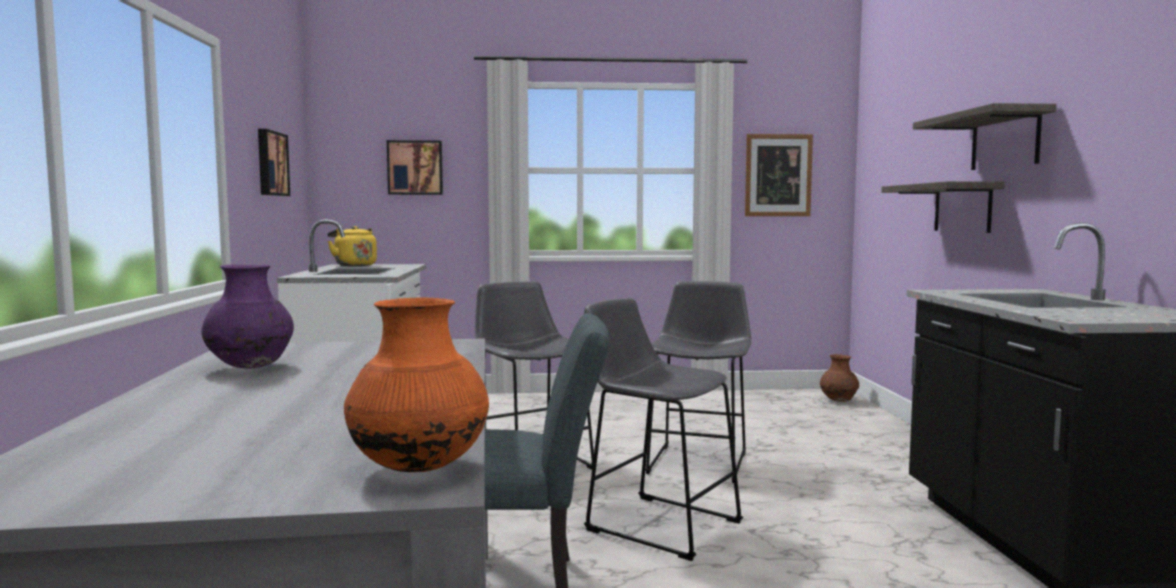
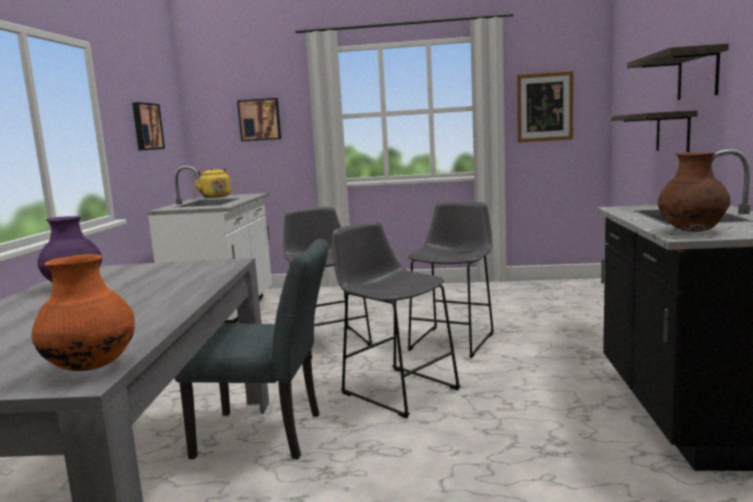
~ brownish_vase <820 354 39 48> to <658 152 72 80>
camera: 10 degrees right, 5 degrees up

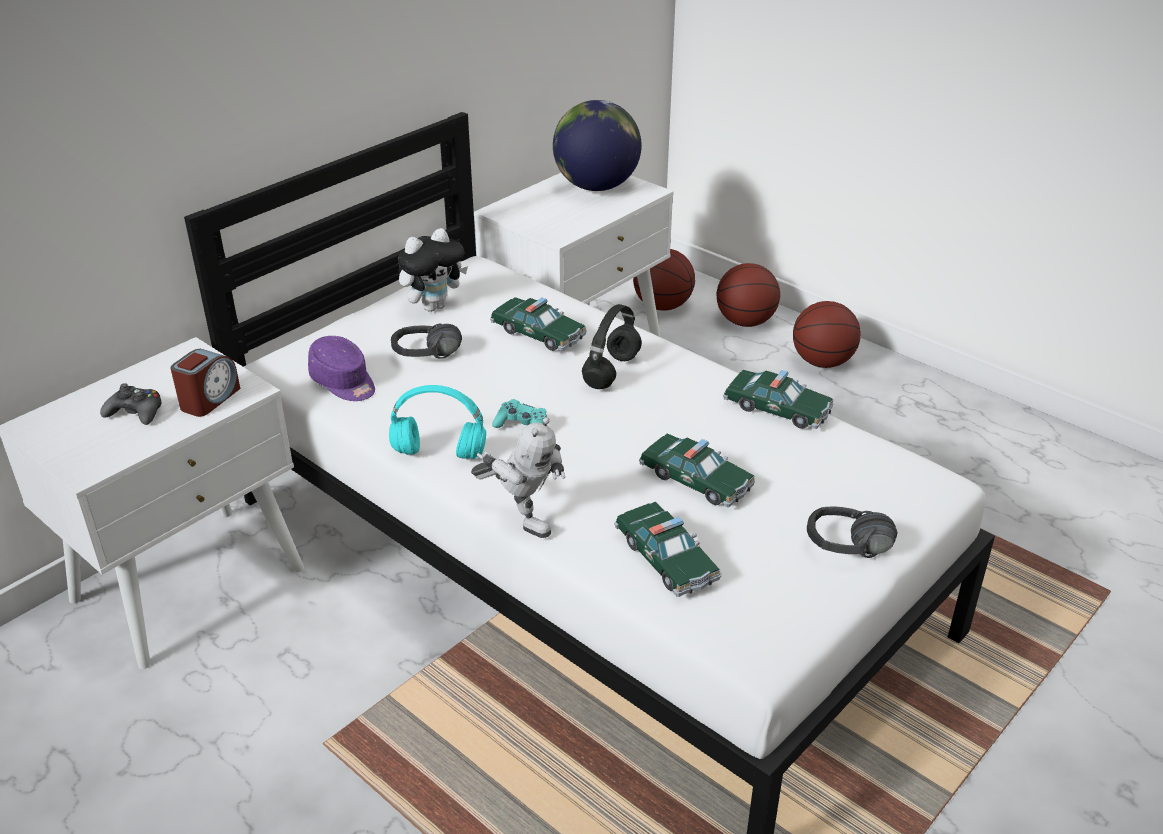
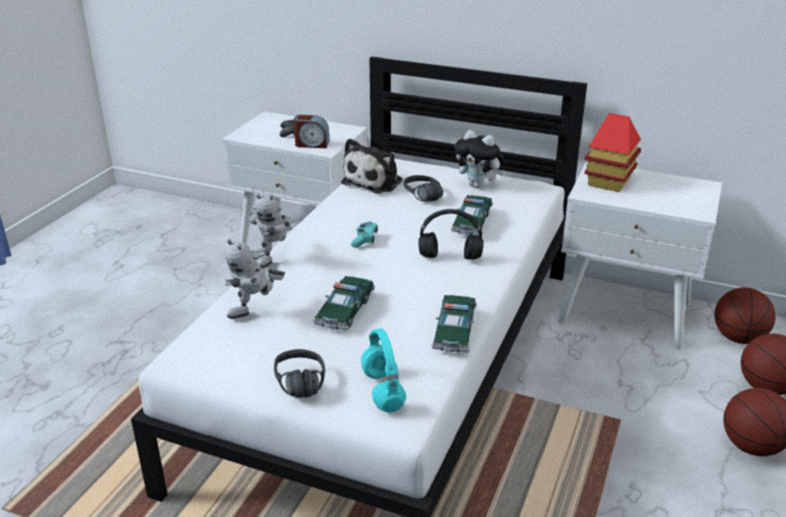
~ model_car <614 502 108 95> to model_robot <225 239 60 80>
~ purple-coloured_baseball_cap <308 336 67 65> to soft_toy <341 138 62 55>
~ blue-green_headset <389 385 97 74> to <361 329 45 84>
+ toy_house <584 113 57 79>
- world_globe <553 100 89 91>
camera: 70 degrees right, 5 degrees down

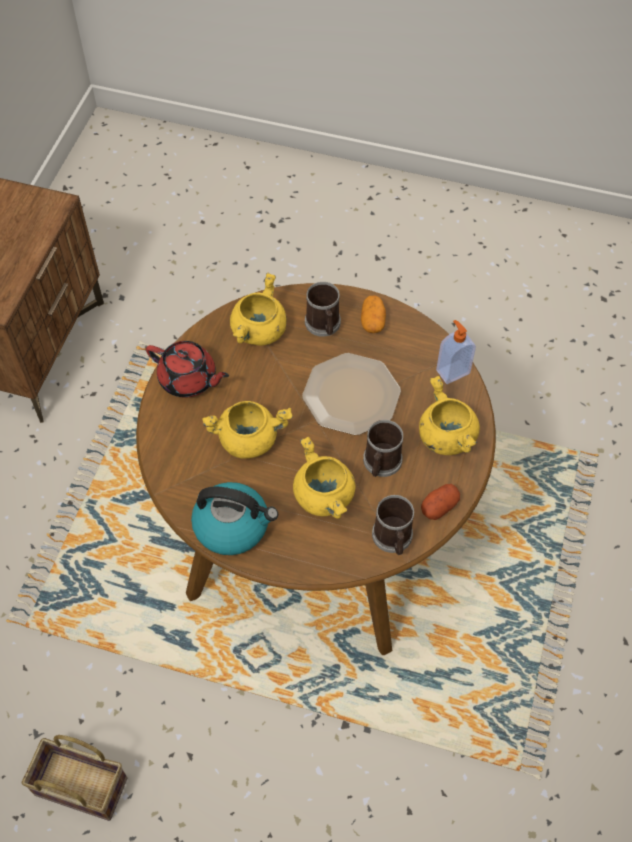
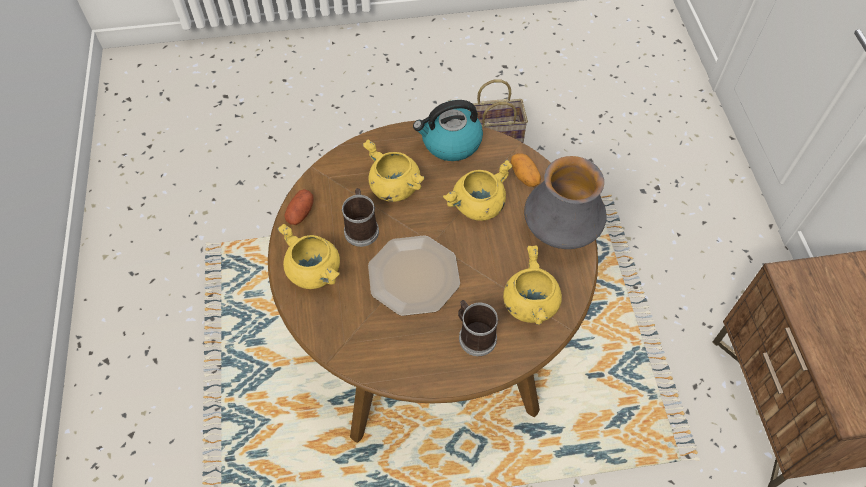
~ potato <361 296 25 37> to <511 154 30 33>
~ red-coloured_teapot <146 341 83 57> to vase <524 156 83 93>
- mug <372 495 42 60>
- soap_bottle <436 320 40 64>
camera: 155 degrees right, 0 degrees up

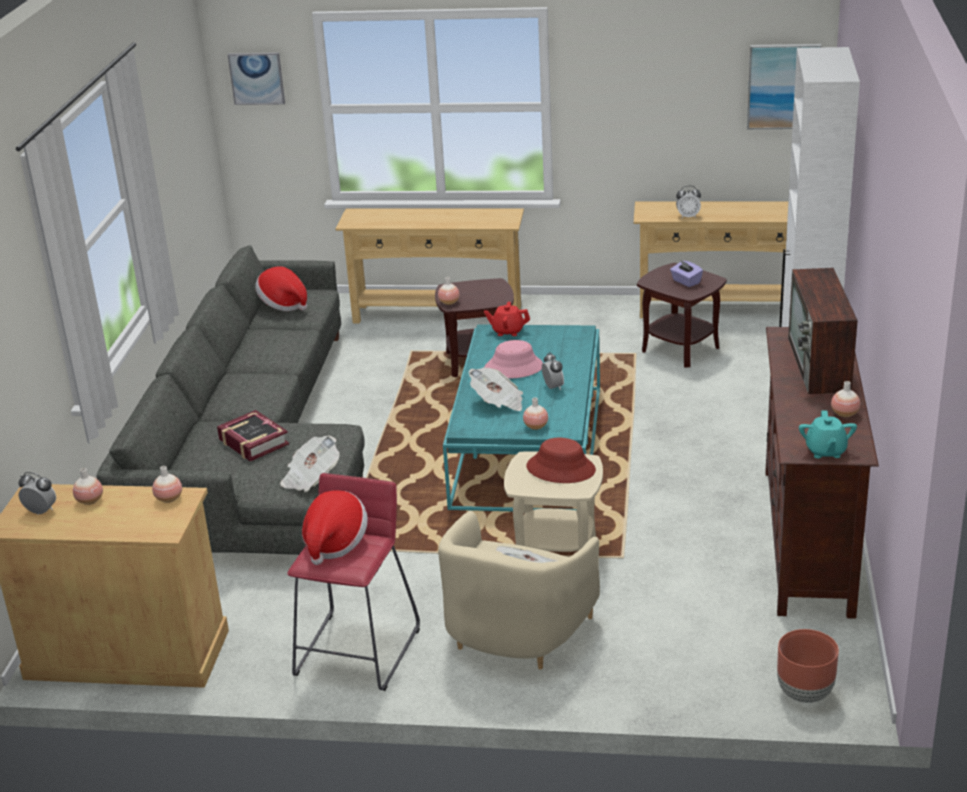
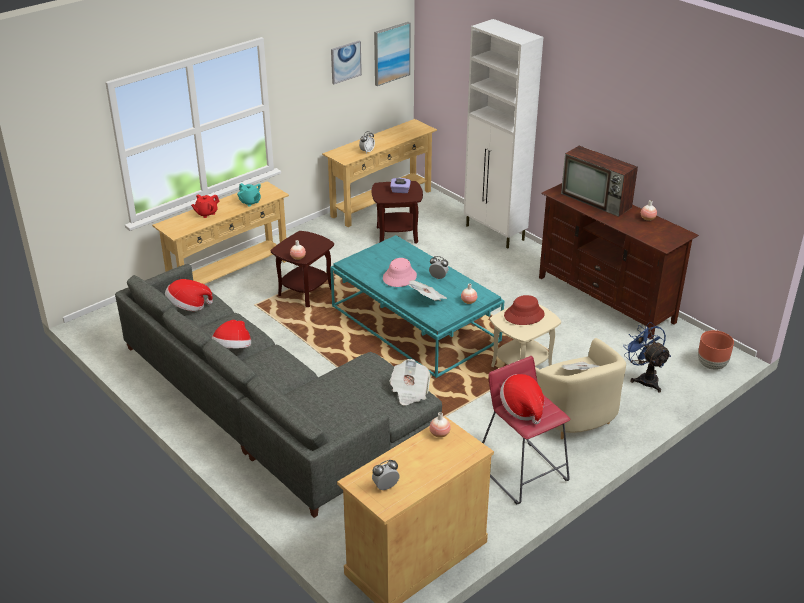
~ red-coloured_teapot <484 302 46 34> to <191 194 28 24>
+ wearable_hat <212 320 39 28>
~ blue-green_teapot <799 411 58 47> to <237 183 24 23>
~ wall_art <228 53 57 52> to <331 41 31 43>
+ blue_cooling_fan <623 322 48 70>
- vase <73 468 30 37>
- volume <217 410 72 51>
camera: 50 degrees left, 5 degrees up

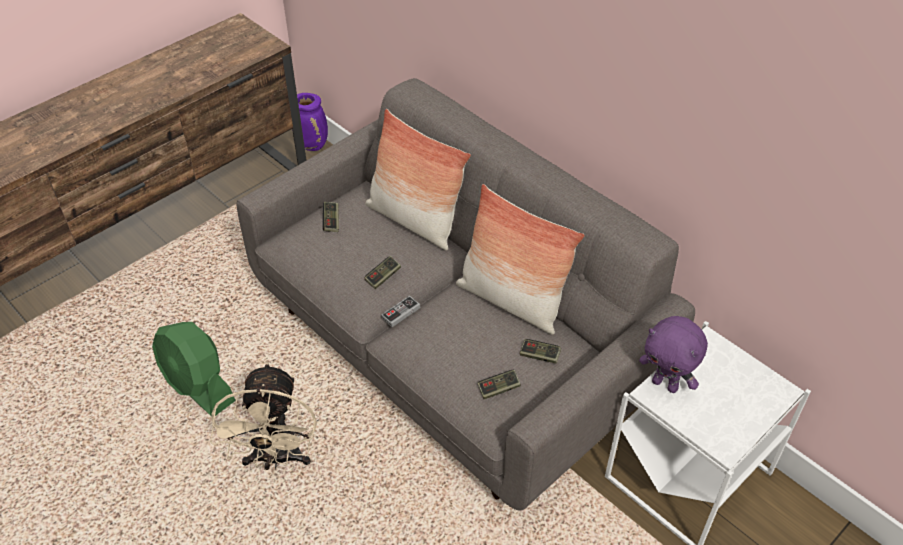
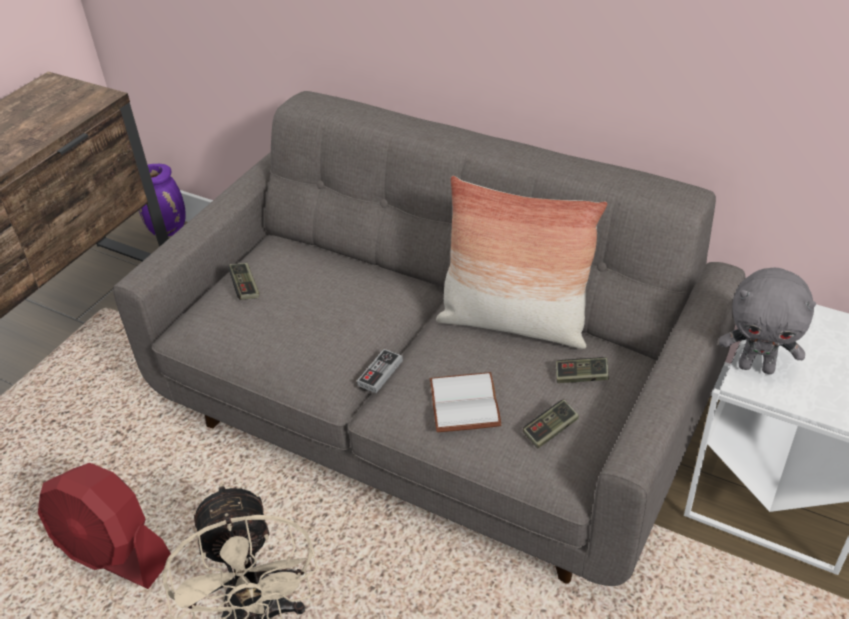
~ greenish_cooling_fan <152 322 84 95> to red-coloured_cooling_fan <38 463 133 126>
+ white-coloured_volume <430 372 72 60>
~ purple-coloured_soft_toy <639 316 69 77> to grey_soft_toy <719 268 97 106>
- cushion <365 109 106 141>
- joypad <365 256 36 33>
camera: 15 degrees left, 5 degrees down

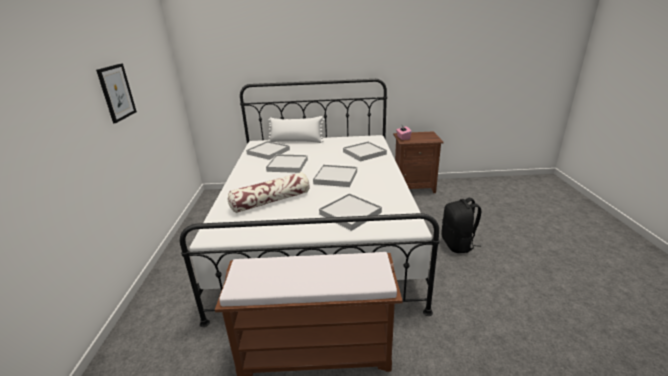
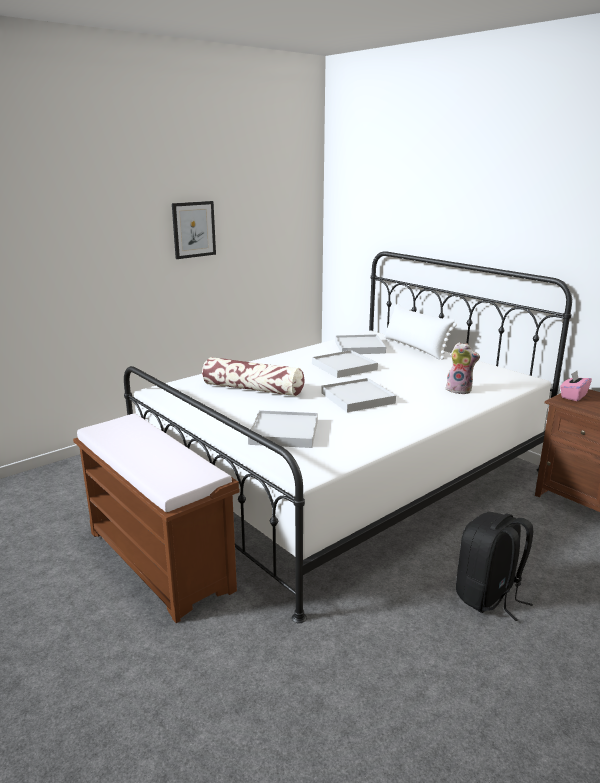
~ white-coloured_serving_tray <343 142 44 20> to soft_toy <446 342 34 52>
camera: 50 degrees right, 5 degrees down

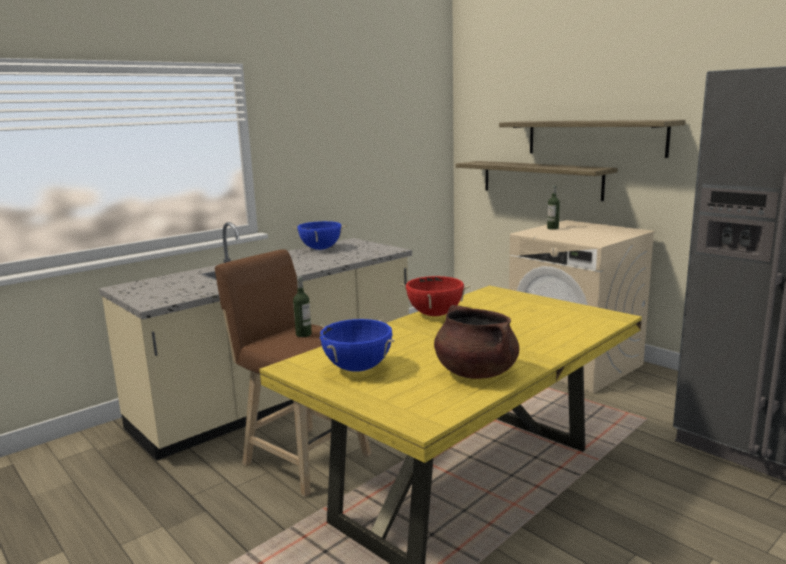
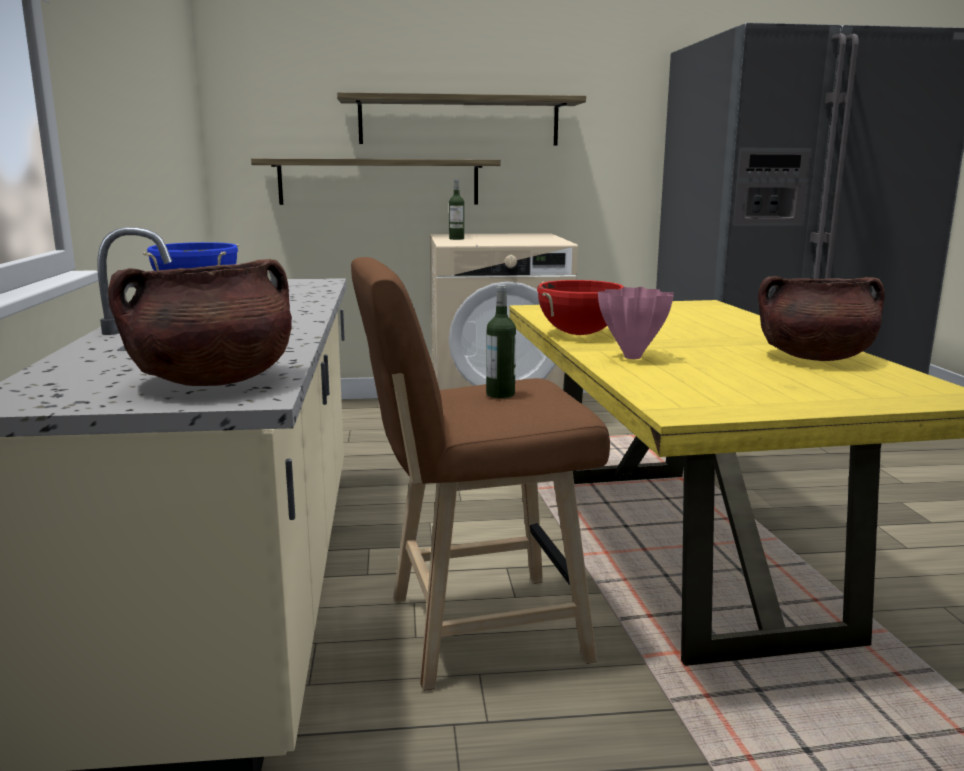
+ brownish_stockpot <108 259 184 127>
+ pinkish_vase <598 287 76 72>
- blue_stockpot <320 319 75 53>
camera: 55 degrees left, 0 degrees up

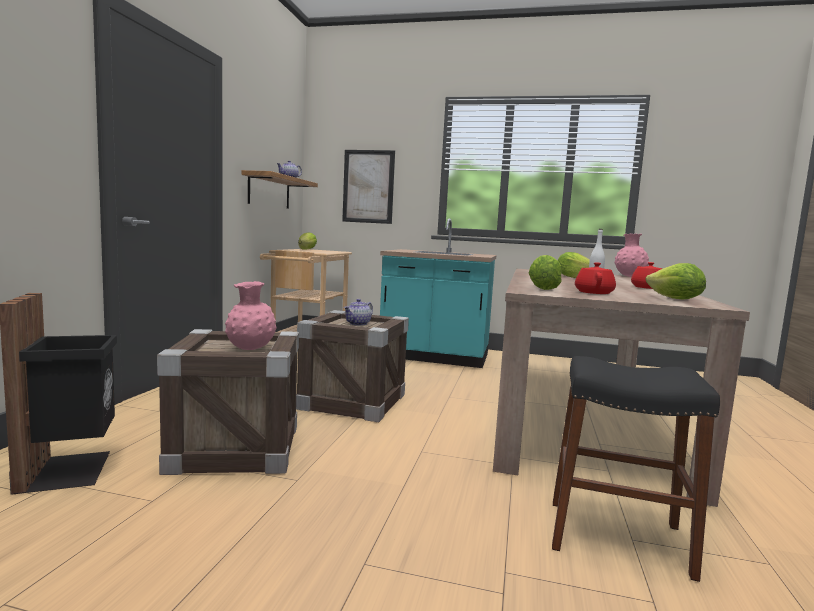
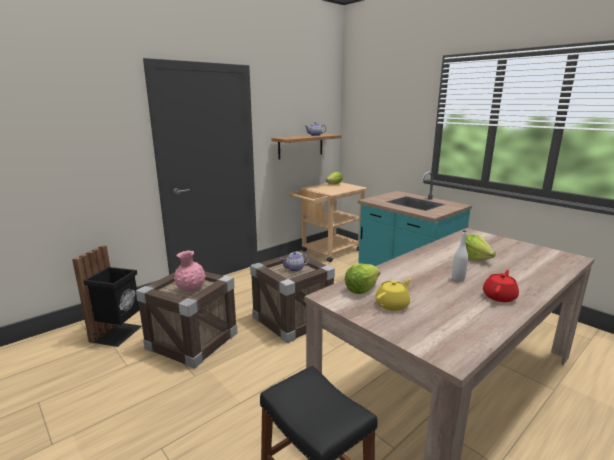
~ red-coloured_teapot <575 262 41 32> to yellowish_teapot <376 278 35 33>
- wall_art <342 150 53 74>
- pinkish_vase <614 234 35 43>
- lettuce <646 263 60 36>
camera: 35 degrees right, 10 degrees up

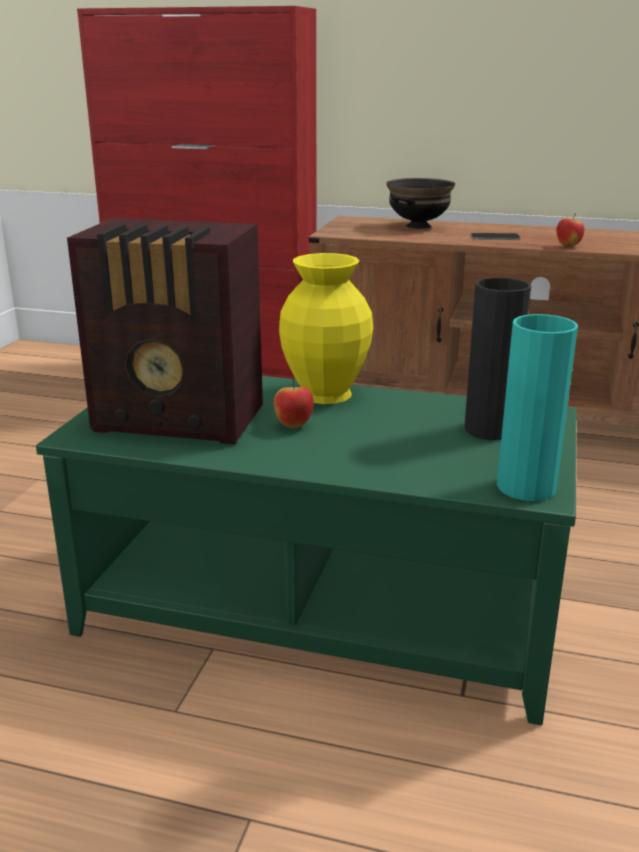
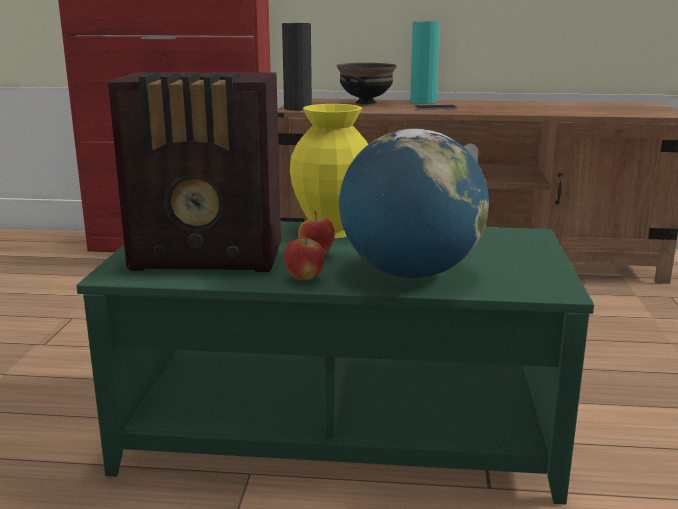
~ black-coloured_vase <464 277 67 163> to <282 23 30 88>
~ apple <556 213 28 33> to <284 233 40 47>
+ world_globe <339 129 150 149>
~ blue-green_vase <497 314 81 187> to <410 21 30 83>
camera: 10 degrees left, 5 degrees down

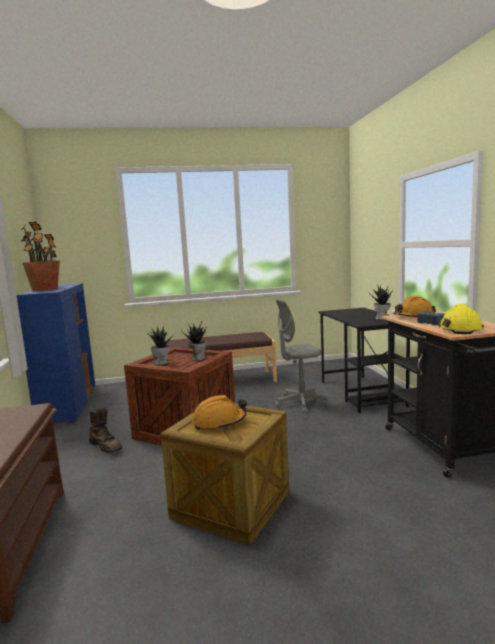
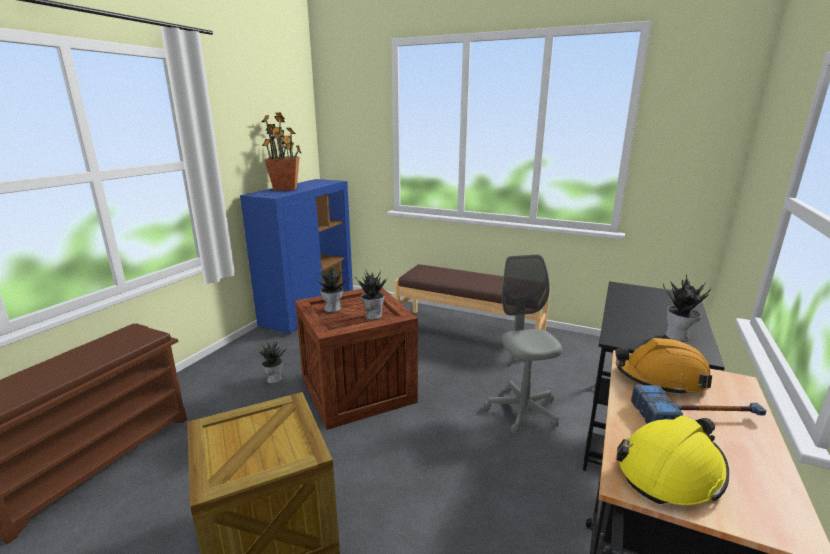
~ brownish_boot <89 408 33 45> to plant_in_a_pot <258 341 30 43>
~ grey_desk_chair <275 299 53 114> = <484 254 79 180> 60 degrees clockwise
- orange_hard_hat <192 395 55 35>
camera: 35 degrees right, 10 degrees up

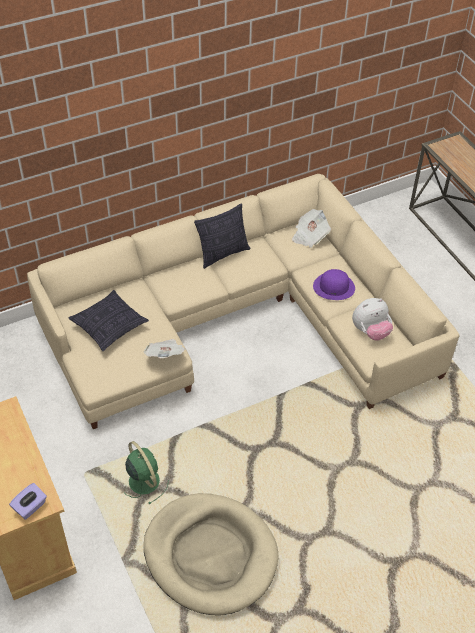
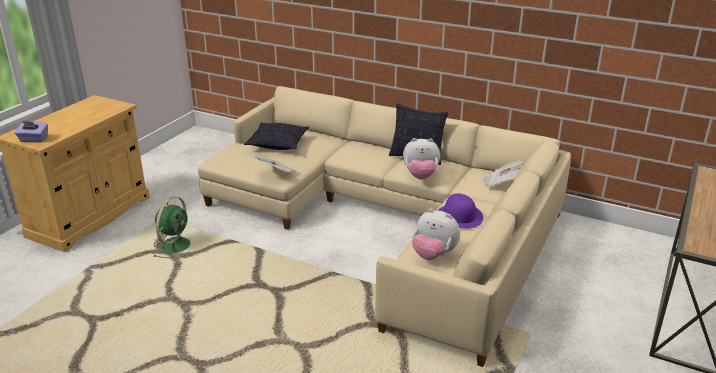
+ soft_toy <403 138 37 41>
- beige-coloured_dog_bed <143 493 135 122>
camera: 55 degrees right, 20 degrees down

